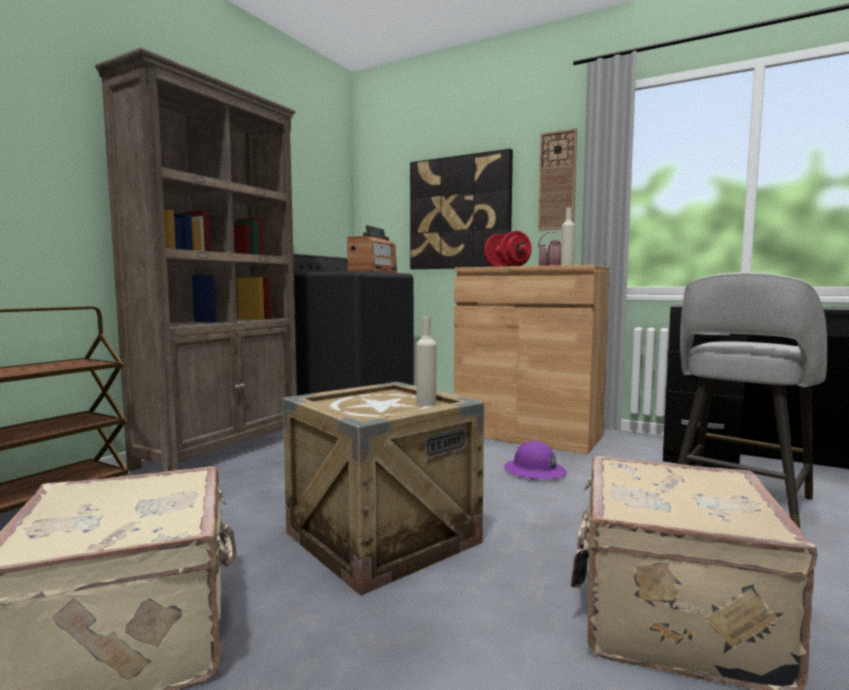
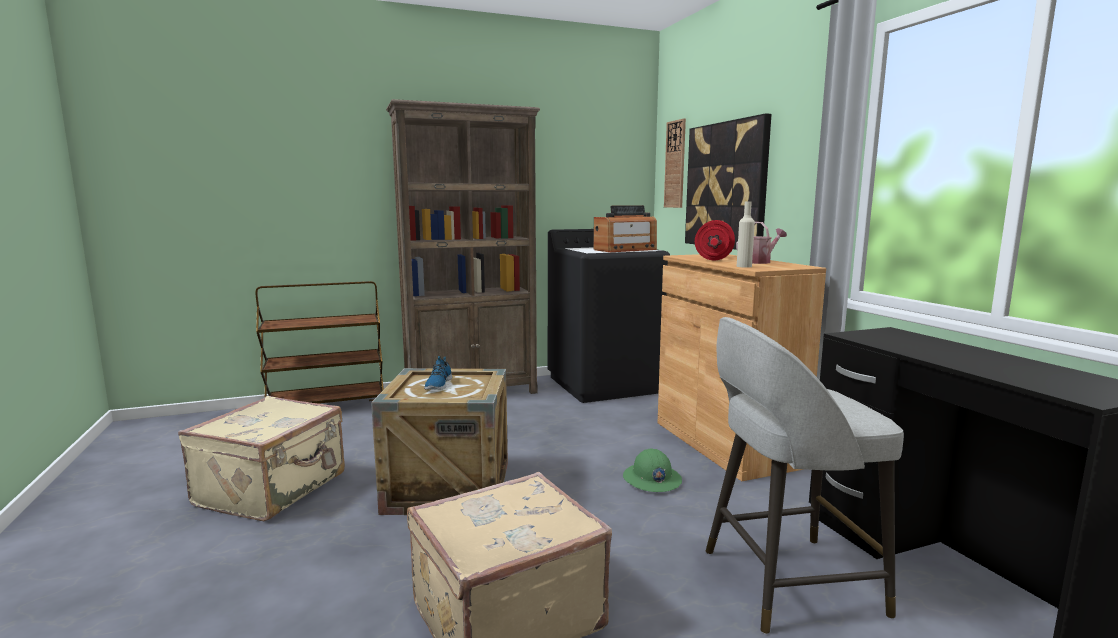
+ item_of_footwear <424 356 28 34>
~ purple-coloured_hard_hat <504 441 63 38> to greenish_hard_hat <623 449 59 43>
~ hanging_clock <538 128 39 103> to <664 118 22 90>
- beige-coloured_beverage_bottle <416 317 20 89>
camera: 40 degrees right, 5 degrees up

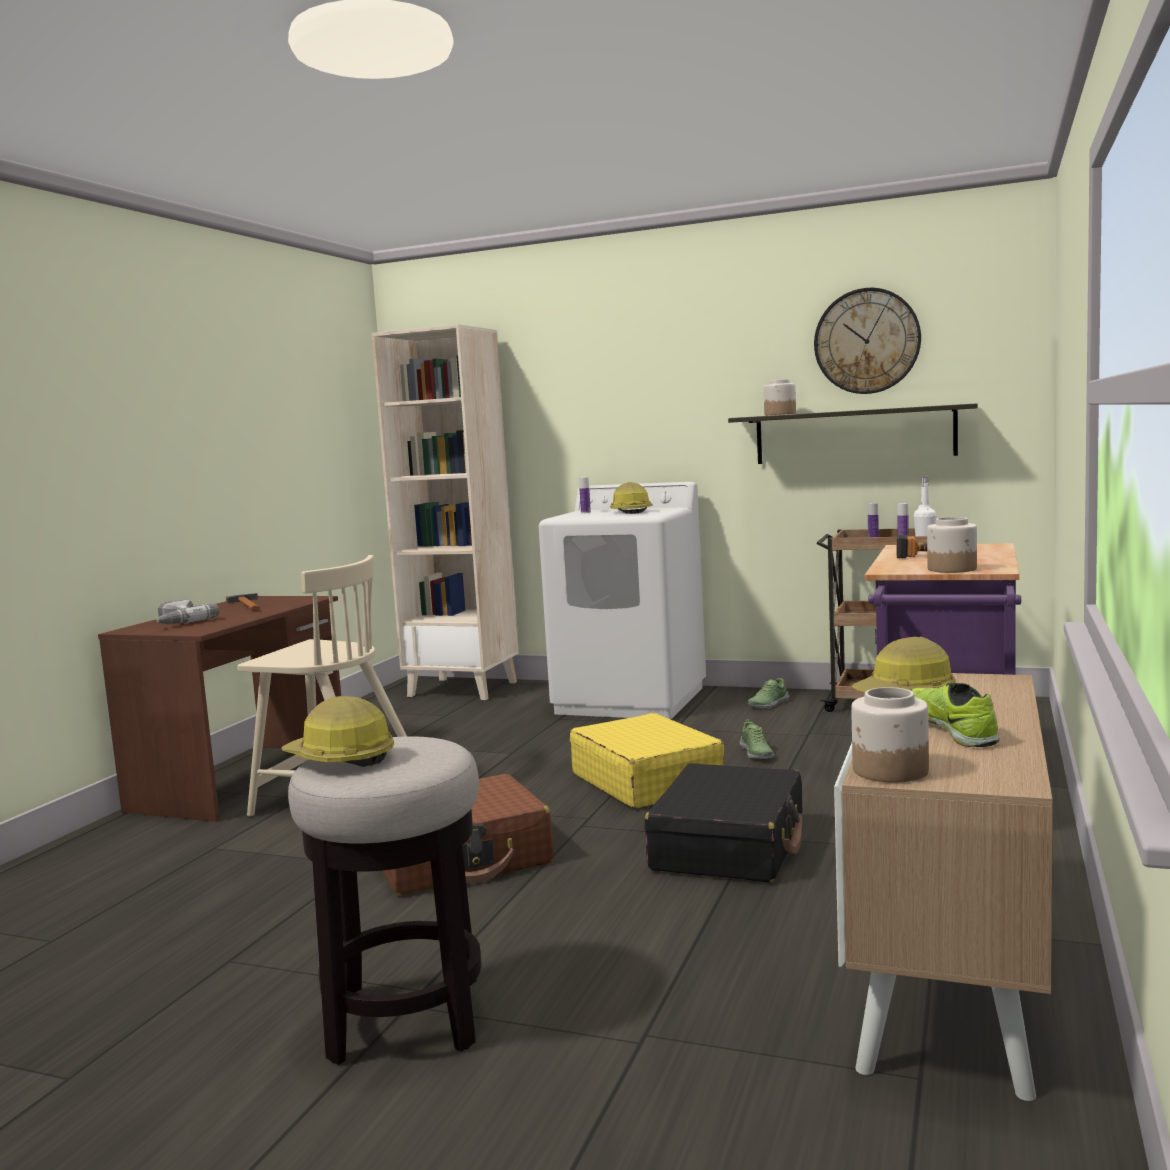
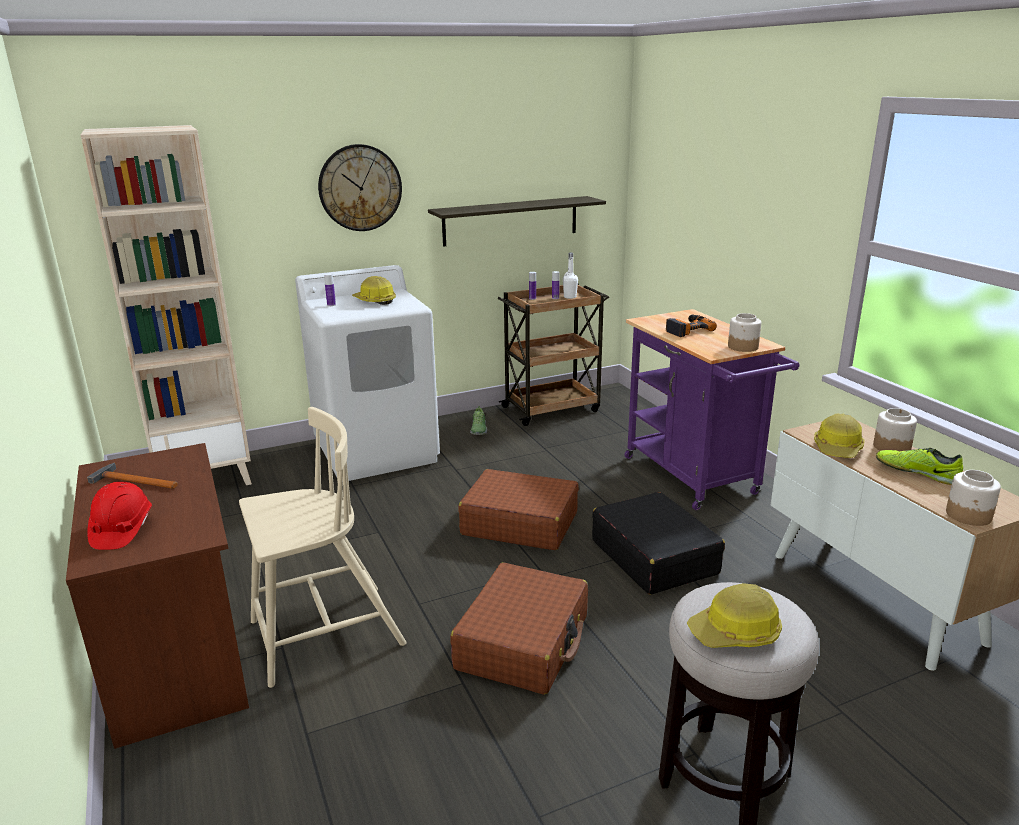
~ electric_drill <156 599 64 25> to red-coloured_hard_hat <87 482 65 68>
~ hanging_clock <814 288 107 106> to <318 144 84 87>
~ yellowish_travel_case <570 713 155 95> to brownish_travel_case <459 469 120 81>
~ storage_jar <764 379 32 36> to <873 408 44 43>
- item_of_footwear <740 719 34 40>
camera: 45 degrees left, 15 degrees up

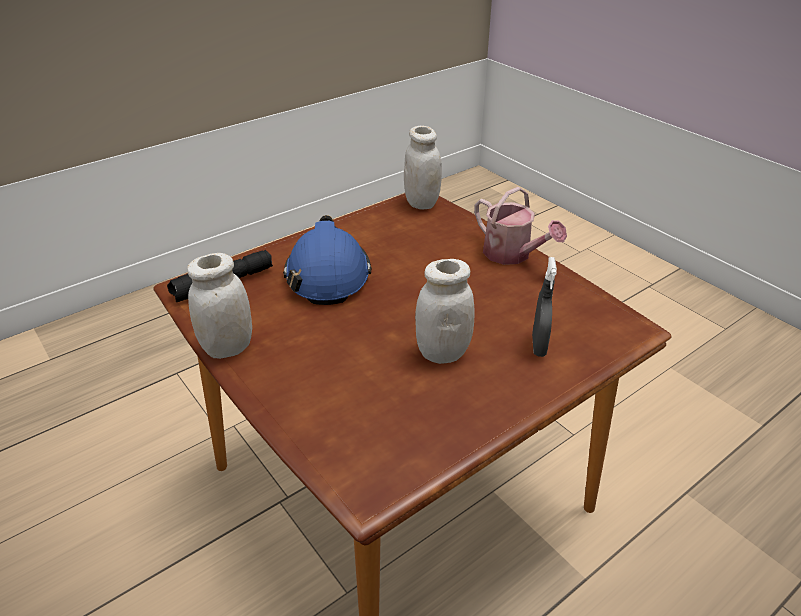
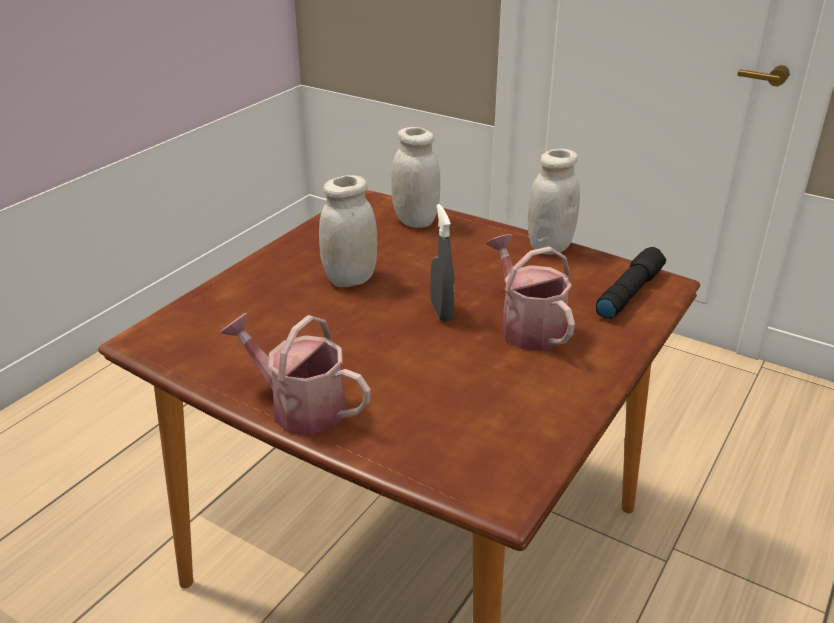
~ white-coloured_storage_jar <404 126 38 84> to <391 127 49 101>
~ grey_hand_sprayer <532 257 25 100> to <431 204 23 118>
~ blue_hard_hat <283 215 89 90> to watering_can <487 234 88 117>
camera: 160 degrees right, 5 degrees down

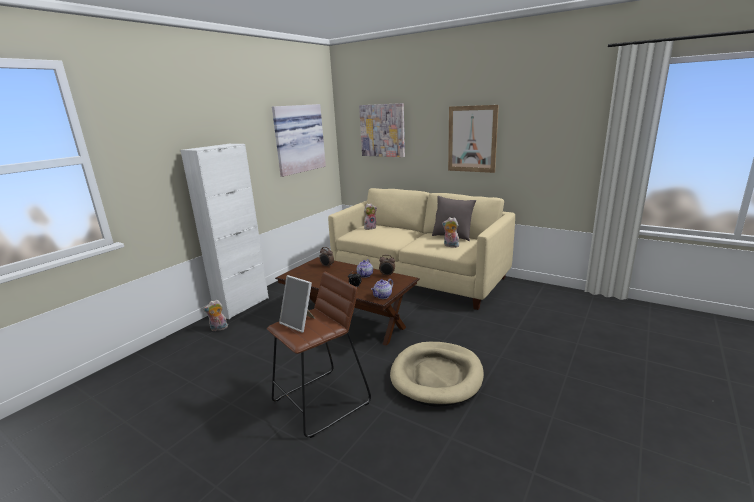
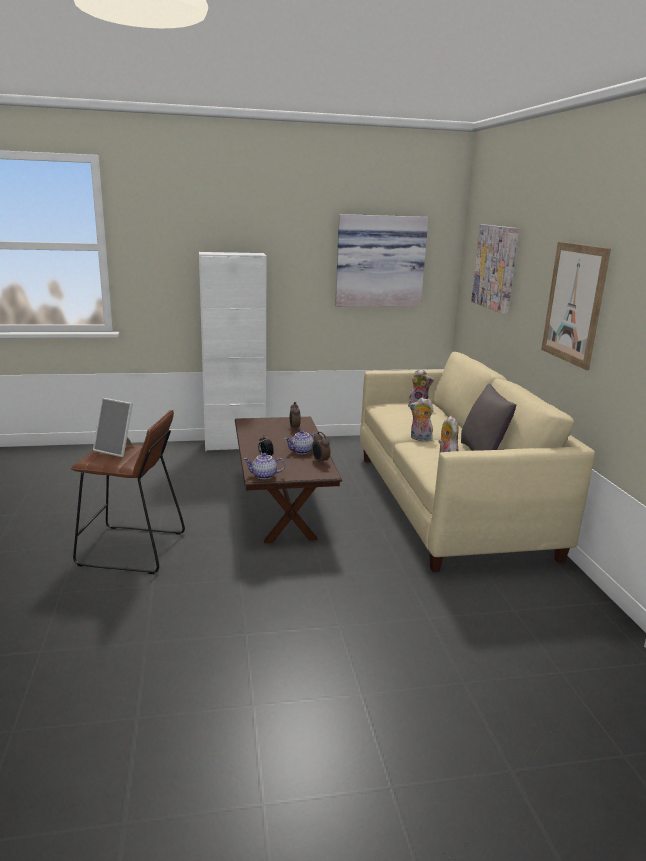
~ picture_frame <279 275 37 58> = <93 398 41 59> 60 degrees counterclockwise
~ soft_toy <203 300 25 31> to <410 398 23 44>
- beige-coloured_dog_bed <390 342 94 64>
camera: 45 degrees right, 0 degrees up

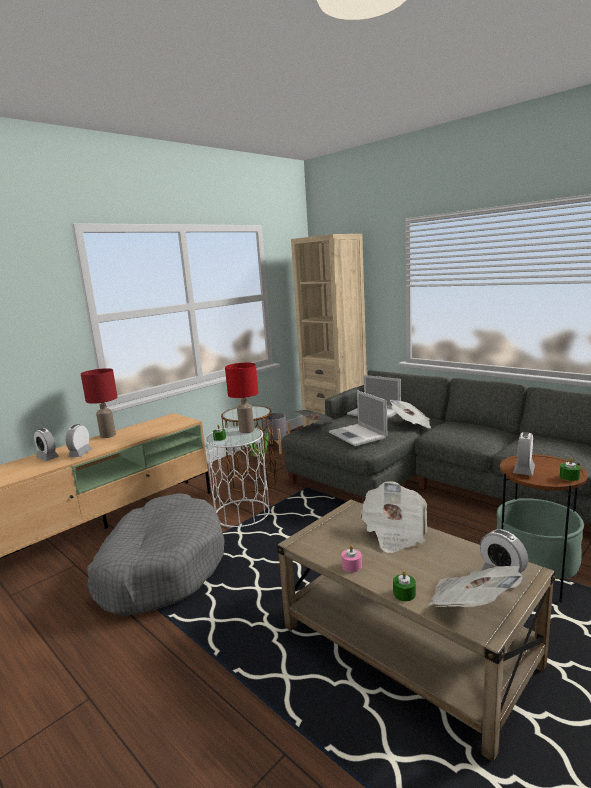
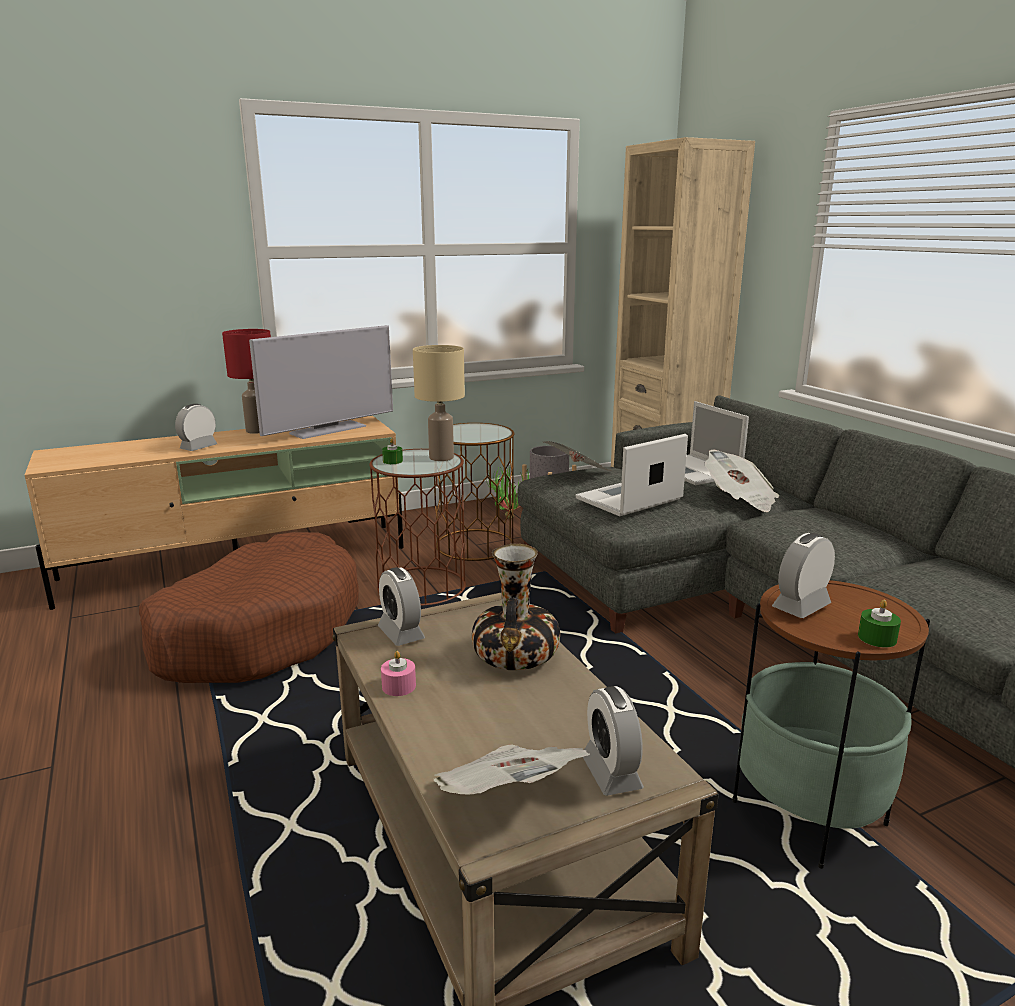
~ grey_dog_bed <87 493 137 124> to brownish_dog_bed <139 532 220 151>
+ TV <249 325 144 114>
~ white-coloured_accent_table <205 426 65 102> to brownish_accent_table <369 449 97 157>
~ bedside_clock <34 428 25 33> to <378 567 47 79>
~ red-coloured_table_lamp <225 363 33 70> to beige-coloured_table_lamp <413 345 52 116>
~ daily_paper <360 481 67 72> to vase <472 544 88 126>
~ notebook_computer <329 390 58 56> = <576 434 112 82> 60 degrees clockwise
- greenish_wax_light <393 571 23 30>
camera: 20 degrees right, 5 degrees up

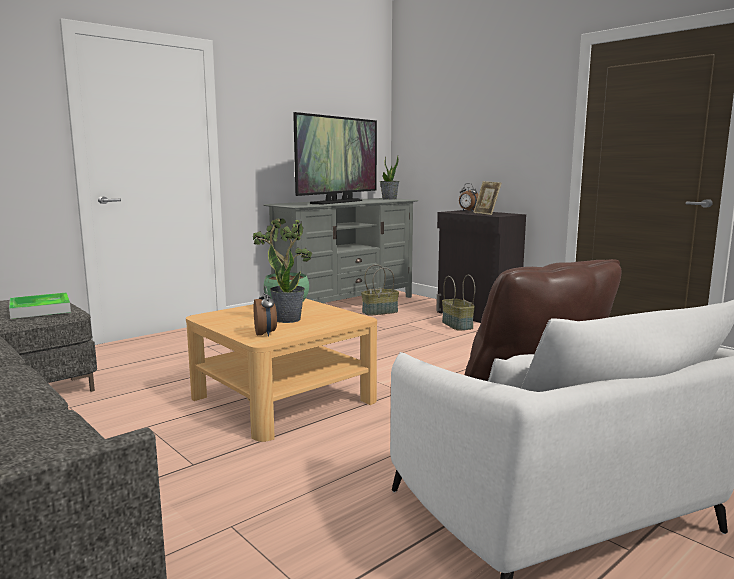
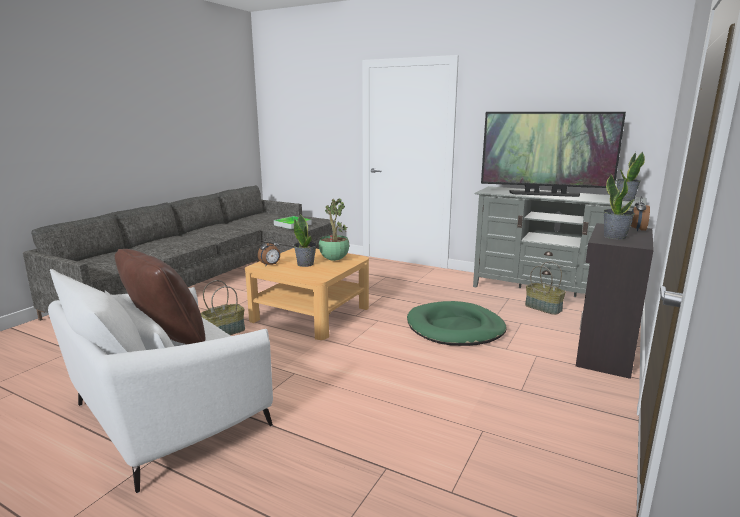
~ storage_basket <442 275 33 56> to <201 280 44 55>
+ greenish_dog_bed <407 301 100 45>
~ picture_frame <473 181 28 34> to plant_in_a_pot <604 174 31 66>
camera: 70 degrees right, 5 degrees up

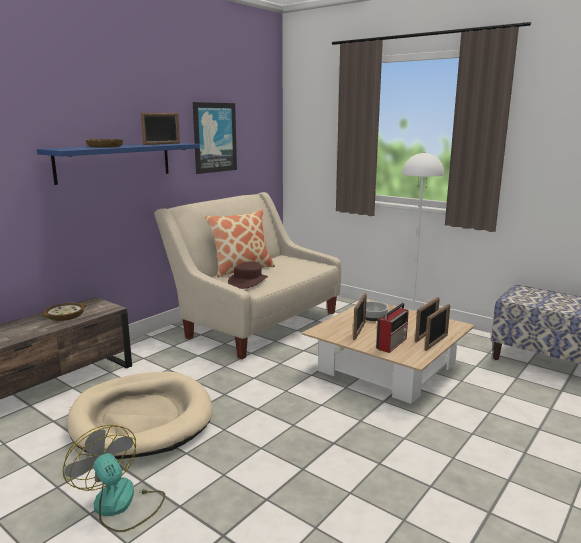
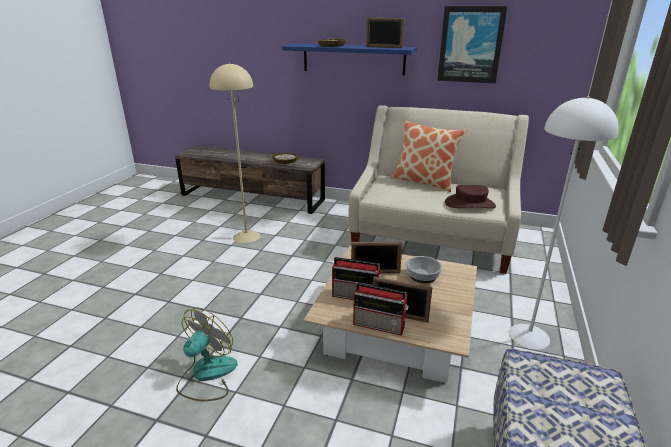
~ cooling_fan <63 425 102 107> to <176 307 62 94>
~ beige-coloured_dog_bed <67 372 146 87> to beige-coloured_standing_lamp <210 63 50 180>
~ picture_frame <425 304 25 47> to radio_set <353 282 56 54>
~ brownish_wearable_hat <228 261 40 28> to <445 185 51 23>
camera: 70 degrees right, 10 degrees up

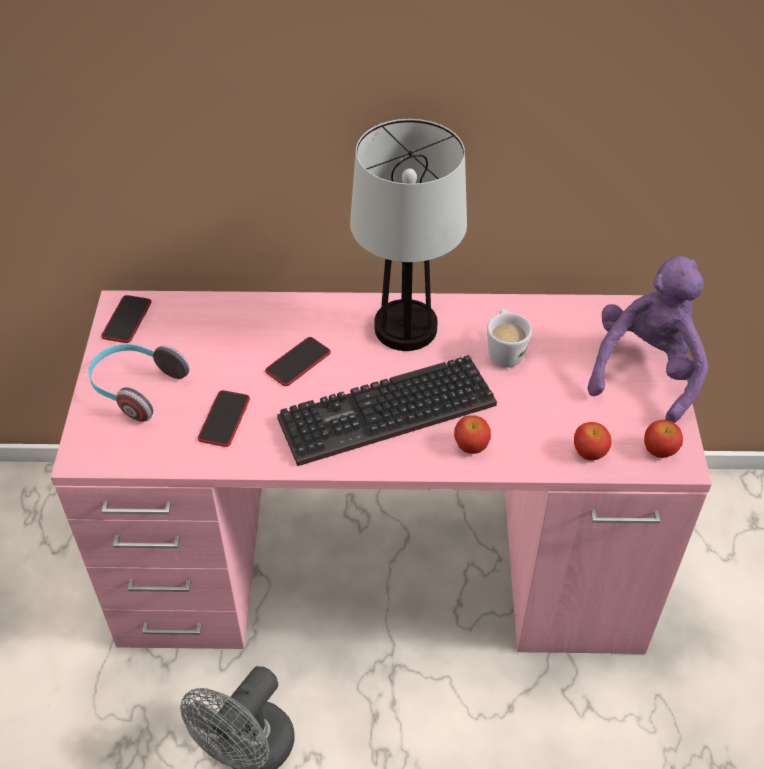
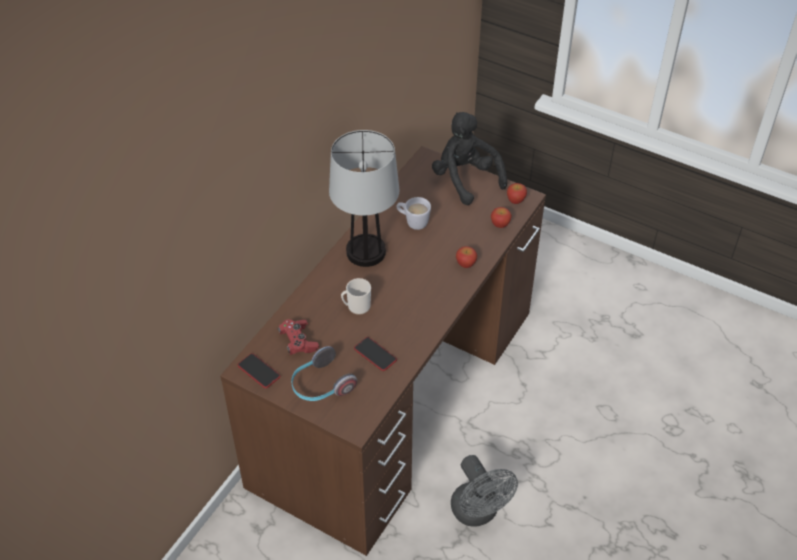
~ pinkish_desk <51 290 661 364> to brownish_desk <220 146 326 410>
+ red-coloured_joypad <277 319 42 36>
~ handset <265 337 66 49> to mug <341 278 30 37>
~ purple-coloured_soft_toy <587 256 121 167> to black-coloured_soft_toy <432 112 75 93>
- computer_keyboard <277 355 220 111>
camera: 60 degrees left, 0 degrees up

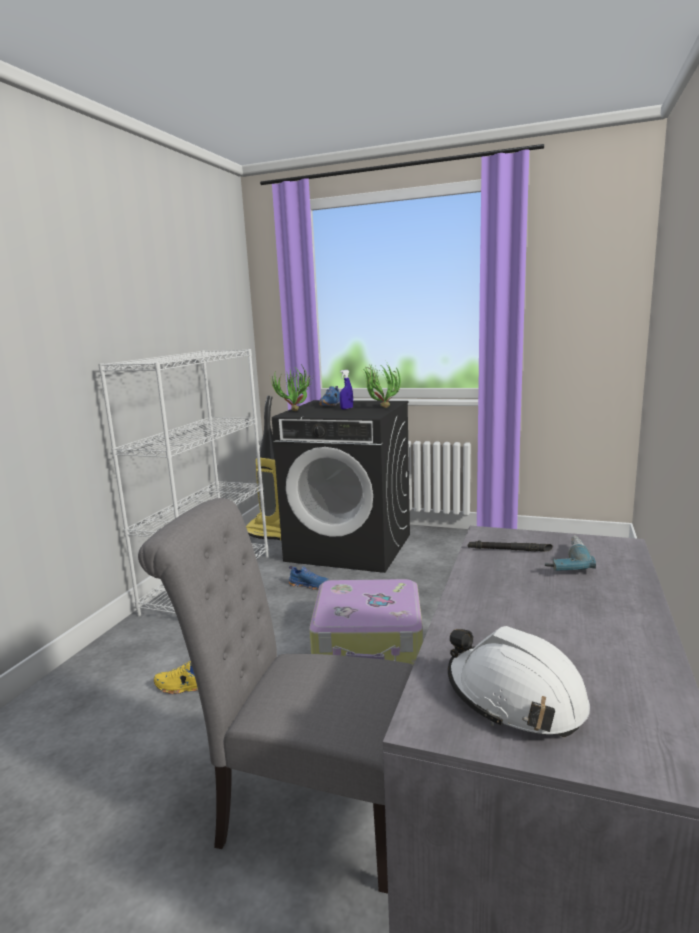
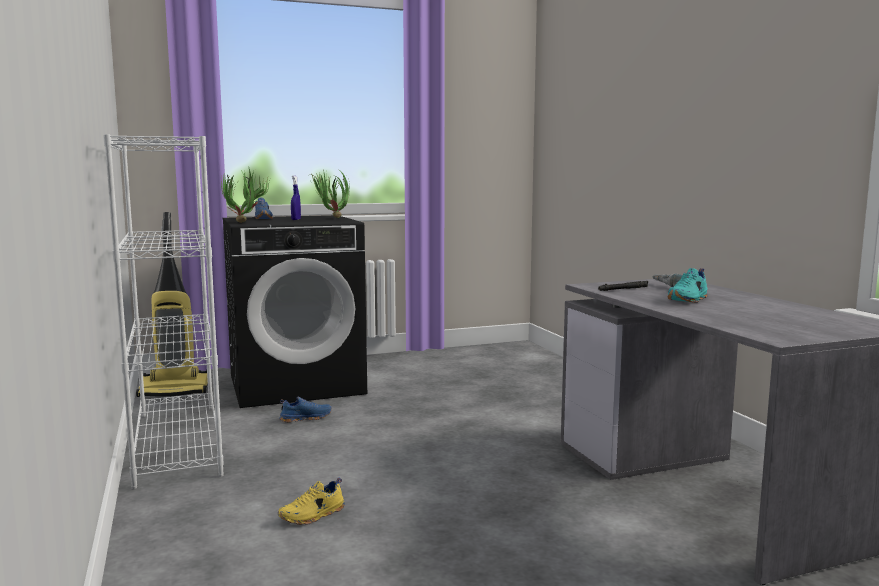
+ blue-green_item_of_footwear <668 268 39 35>
- grey_upright_chair <138 498 275 396>
- travel_case <309 579 114 86>
- white-coloured_hard_hat <448 626 142 111>
camera: 40 degrees left, 5 degrees down

